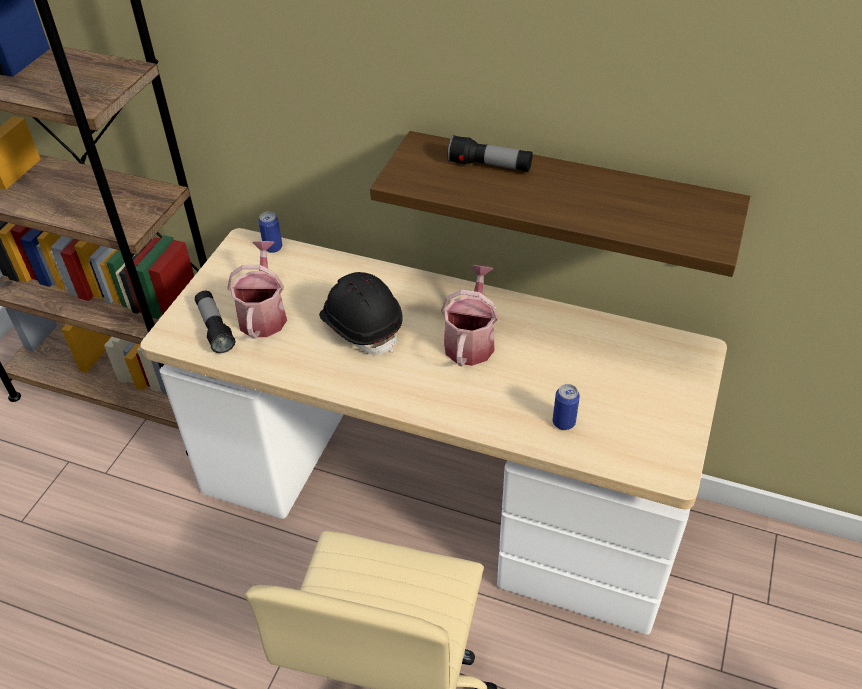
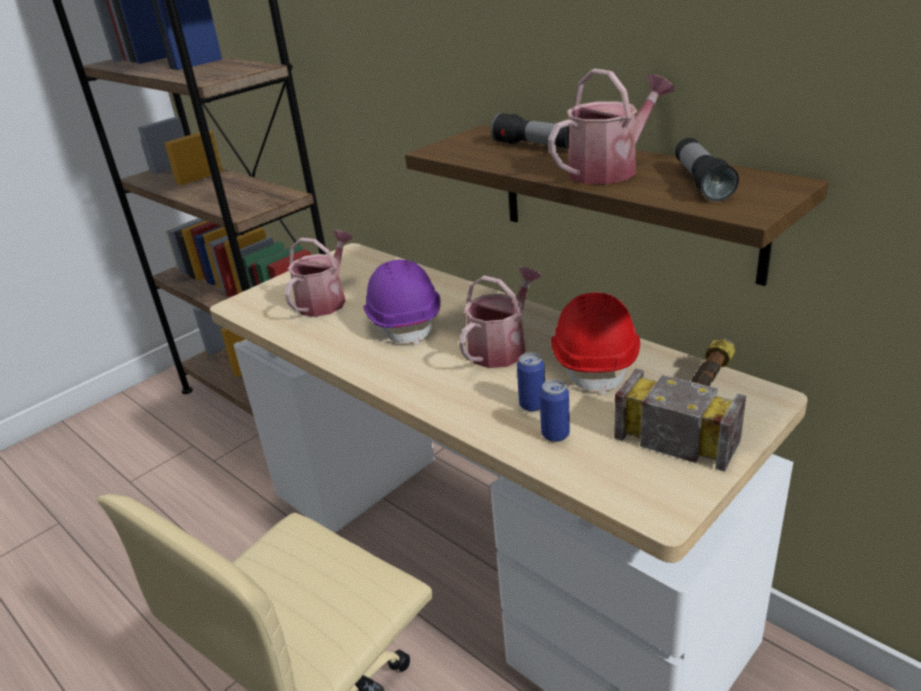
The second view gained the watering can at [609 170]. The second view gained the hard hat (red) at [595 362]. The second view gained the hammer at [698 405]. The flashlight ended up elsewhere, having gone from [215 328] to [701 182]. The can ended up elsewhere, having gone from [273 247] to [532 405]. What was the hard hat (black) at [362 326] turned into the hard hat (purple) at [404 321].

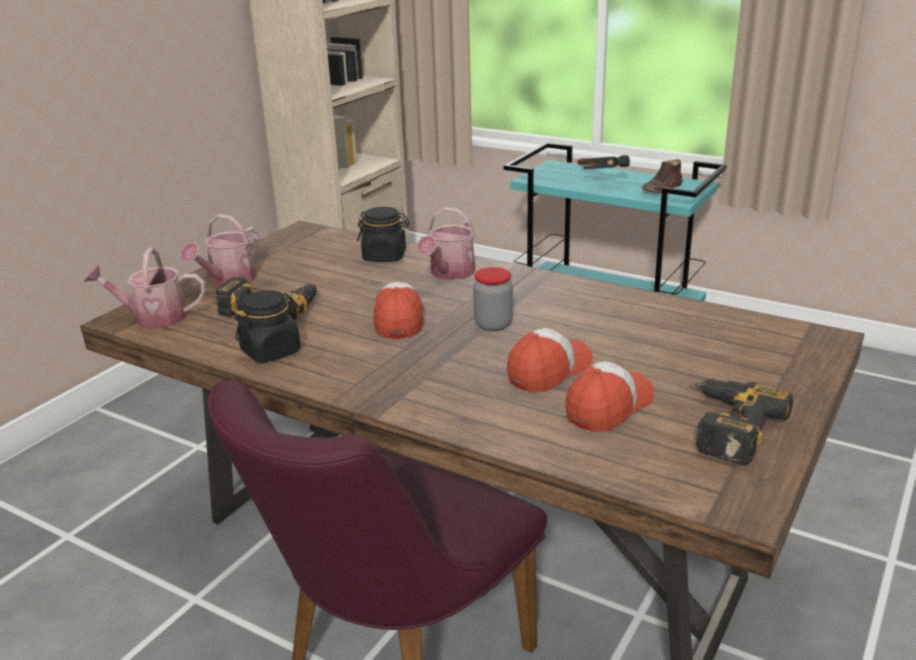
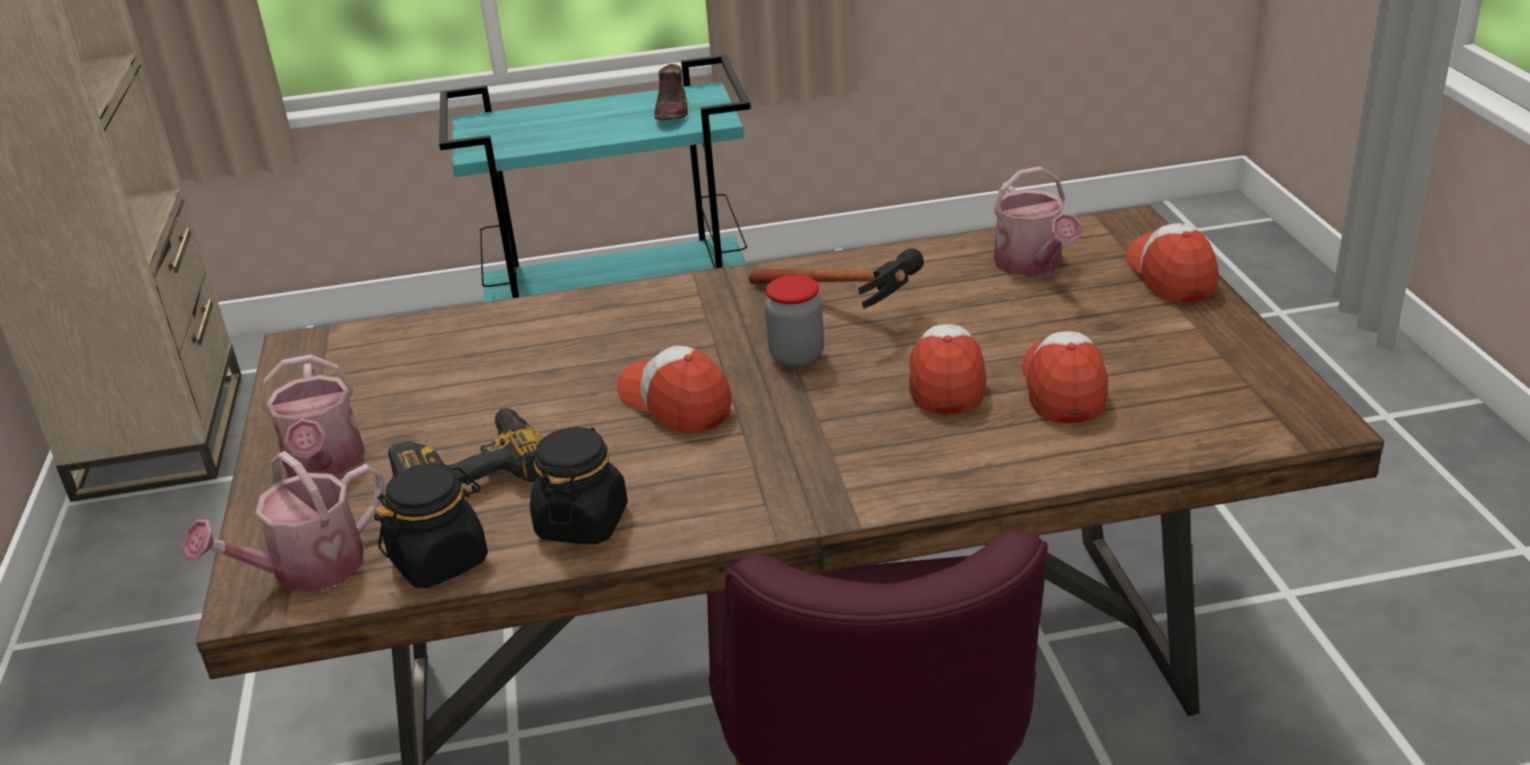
The second view lost the power drill at [726 427]. The second view gained the cap at [1170 275]. The jar (black) ended up elsewhere, having gone from [385 256] to [440 560]. The watering can ended up elsewhere, having gone from [449 274] to [1032 265]. The hammer ended up elsewhere, having gone from [599 180] to [848 310].

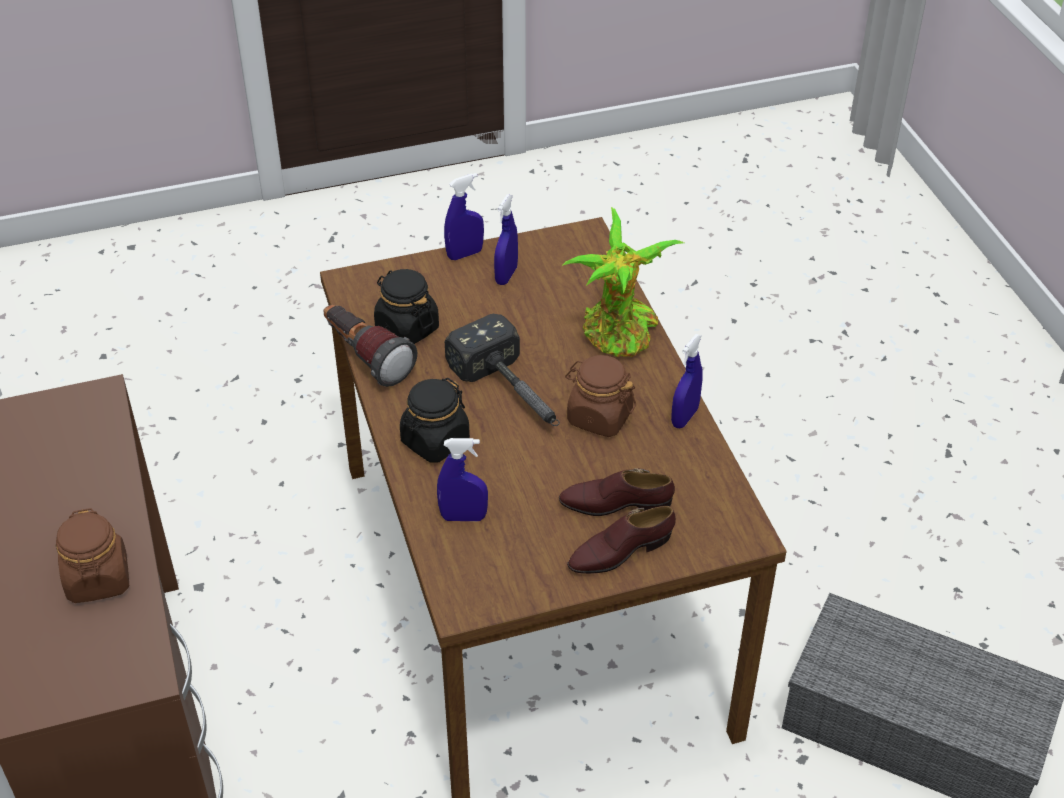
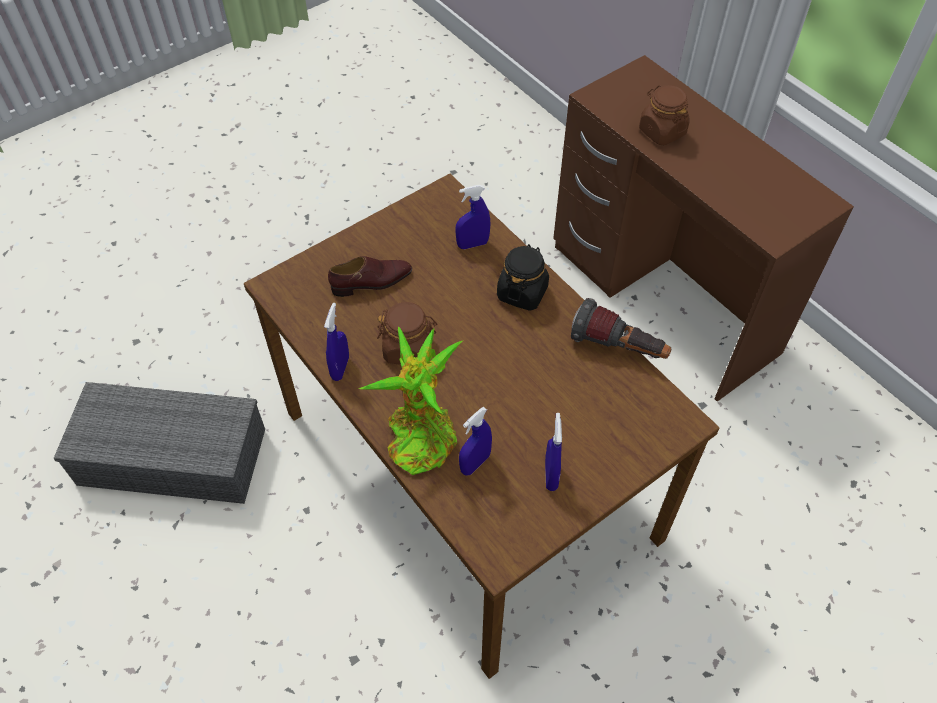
The second view lost the jar (black) at [406 328]. The second view lost the hammer at [513 394]. The second view lost the shoe (brown) at [620 551]. The spray bottle (blue) ended up elsewhere, having gone from [465 254] to [475 463].

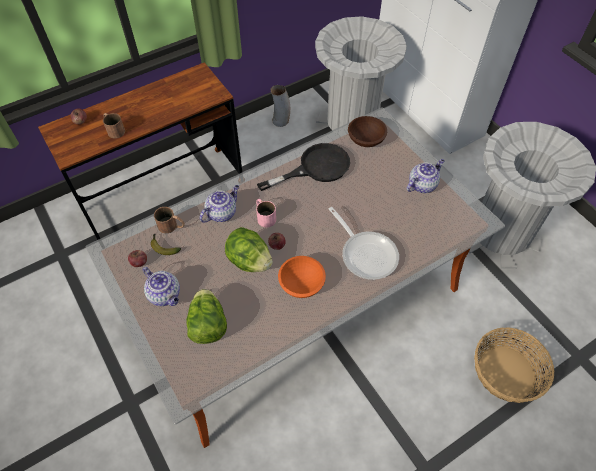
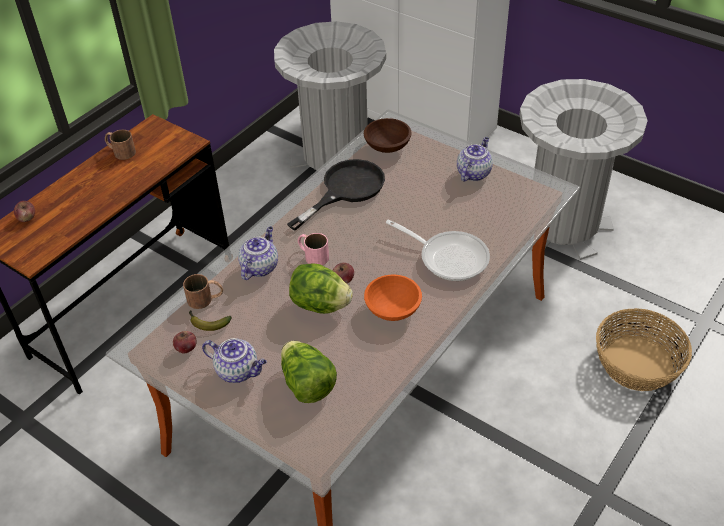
The second view lost the vase at [281 121]. The mug (brown) ended up elsewhere, having gone from [114 129] to [120 151].

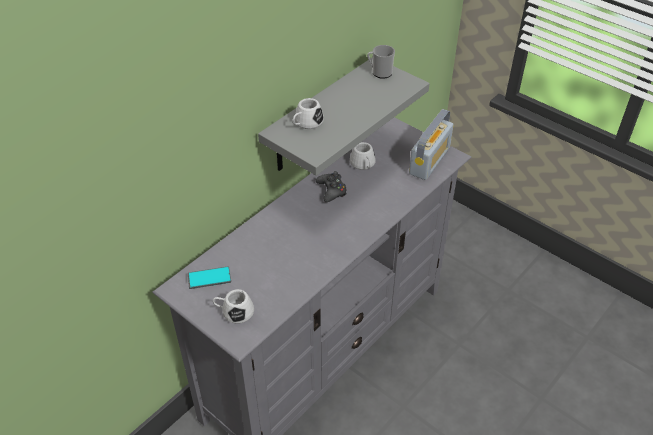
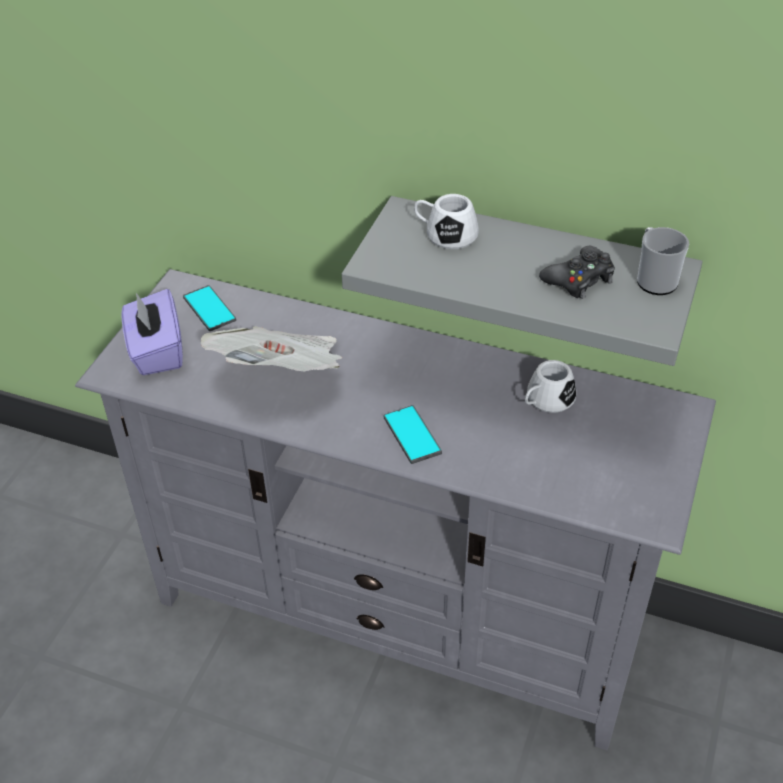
The second view lost the radio at [429 161]. The second view gained the newspaper at [282 374]. The second view gained the phone at [412 435]. The game controller (black) ended up elsewhere, having gone from [331 190] to [579 280]. Where the mug (white) stood at [234 312], the tissue box (purple) came to stand at [156 351].

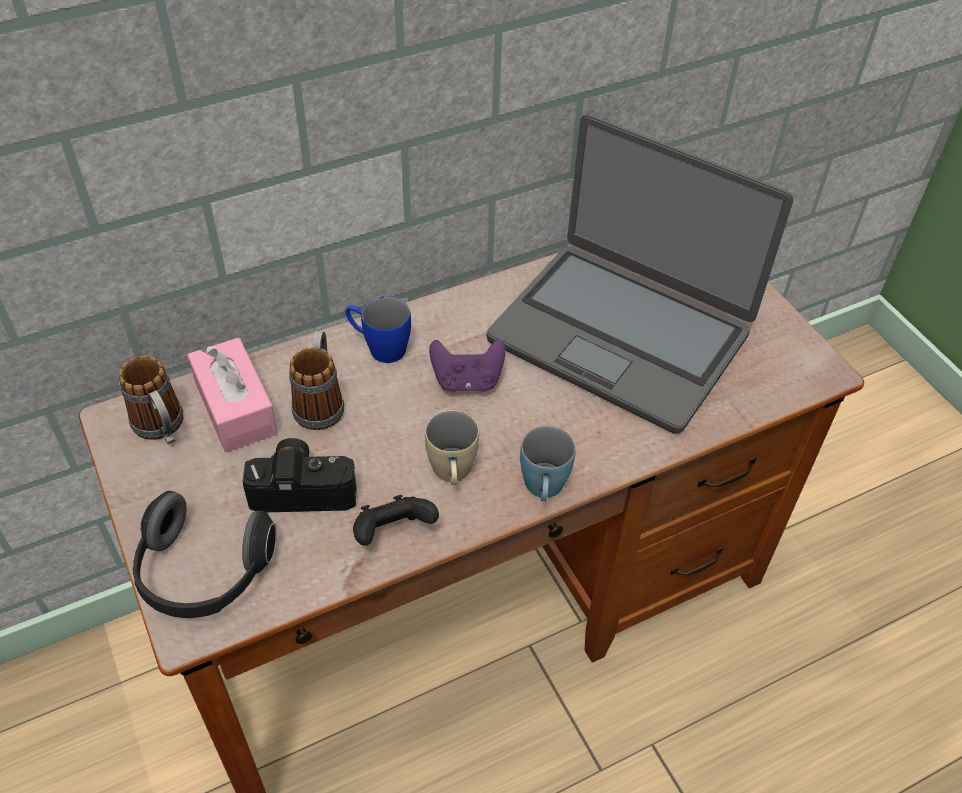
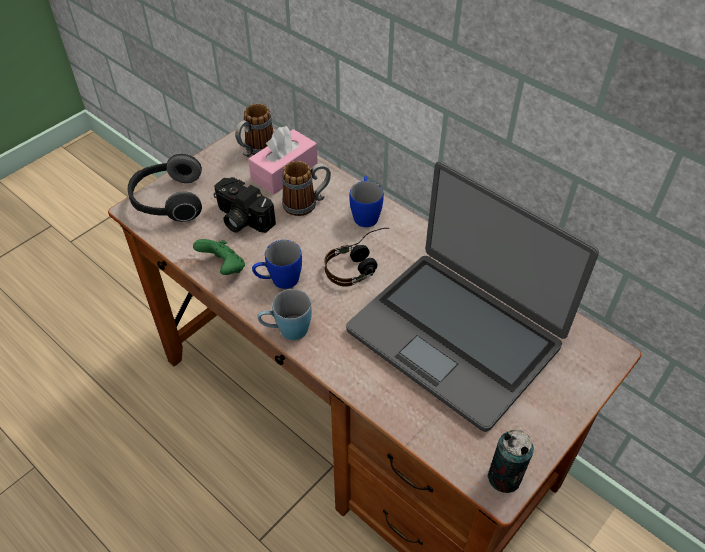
The second view gained the can at [504 477]. Where the game controller (purple) stood at [467 381], the headphones came to stand at [360 264]. What was the game controller (black) at [393 533] turned into the game controller (green) at [224 268]. What was the mug (beige) at [452 475] turned into the mug (blue) at [279 281]. The photo camera at [304 487] ended up facing another way, 150 degrees clockwise from before. The laptop at [621 334] ended up facing another way, 60 degrees counterclockwise from before.

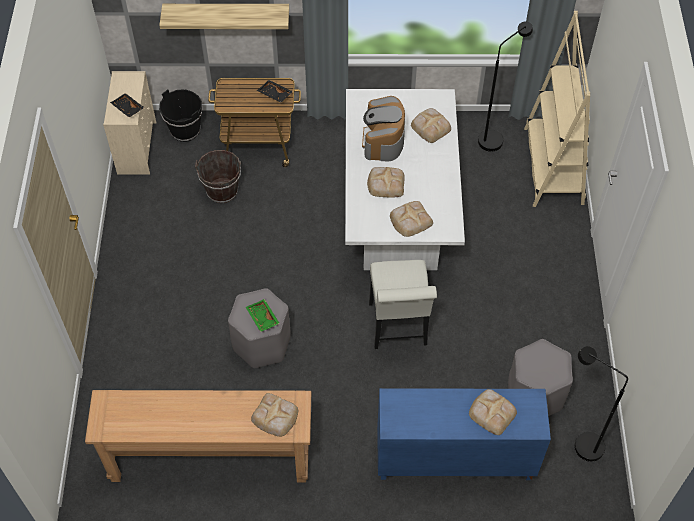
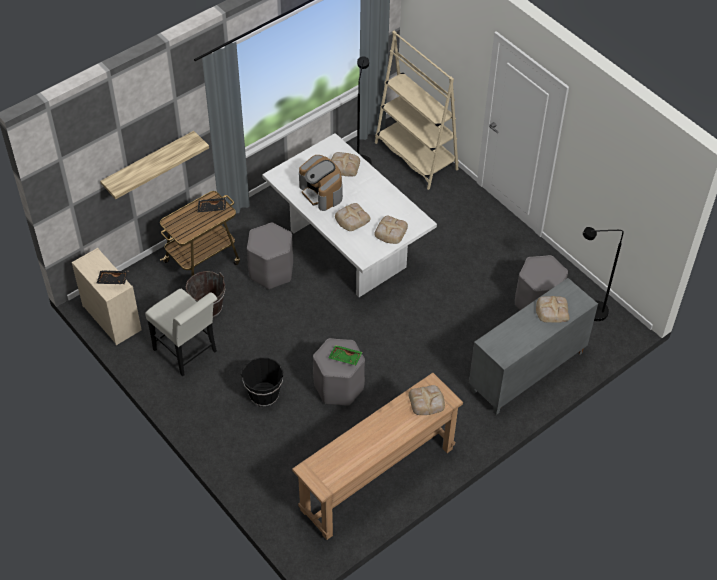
The second view gained the stool (grey) at [271 271]. The bucket (black) ended up elsewhere, having gone from [185 130] to [264 395]. The chair (white) ended up elsewhere, having gone from [398 328] to [188 353]. What was the cabinet (blue) at [453 459] turned into the cabinet (grey) at [527 373].

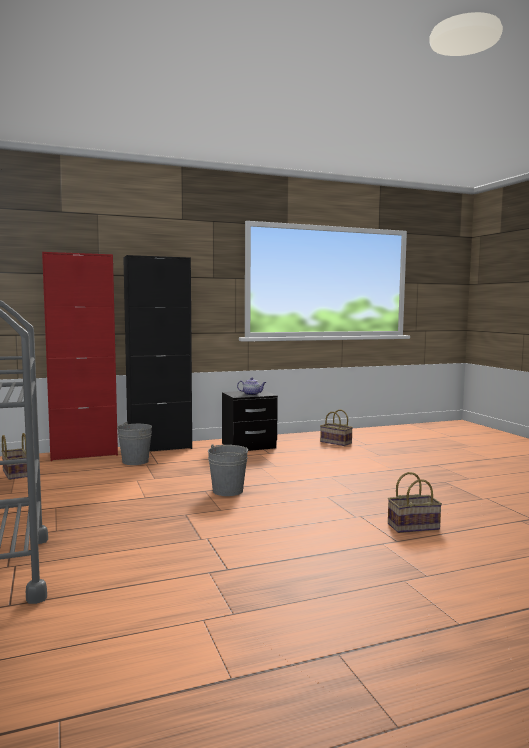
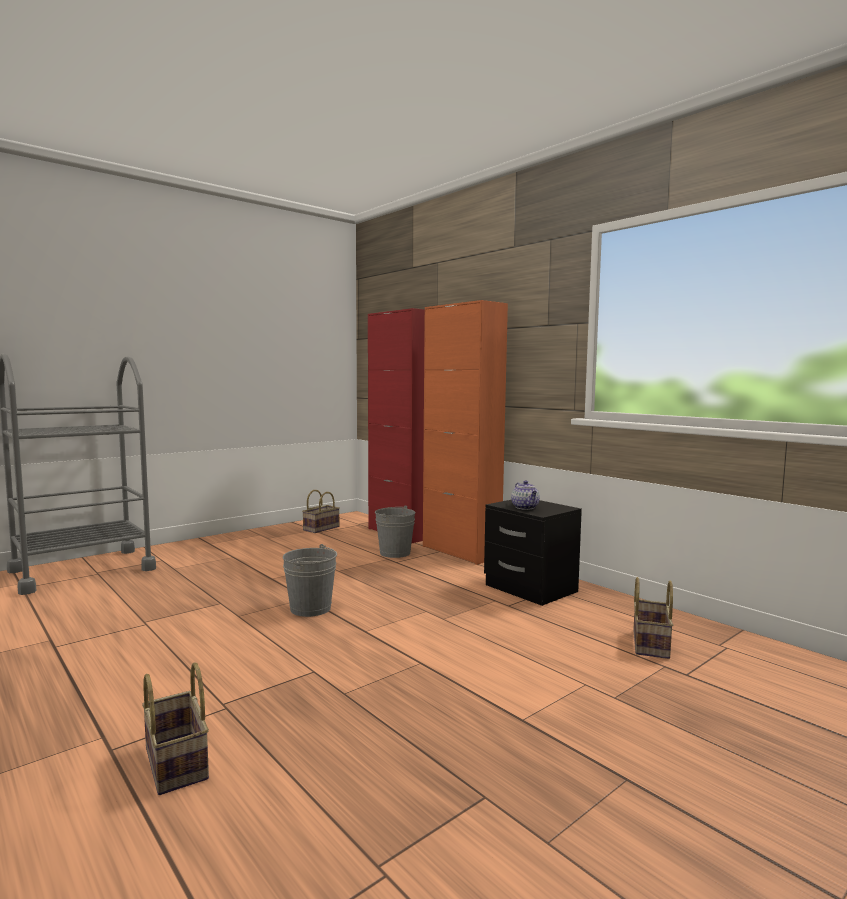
What was the cabinet (black) at [159 448] turned into the cabinet (orange) at [460 552].

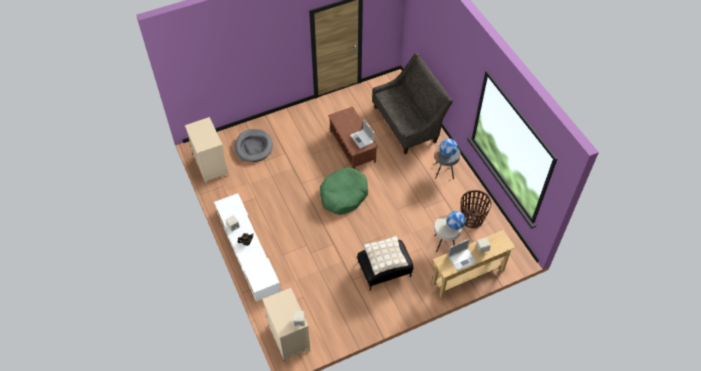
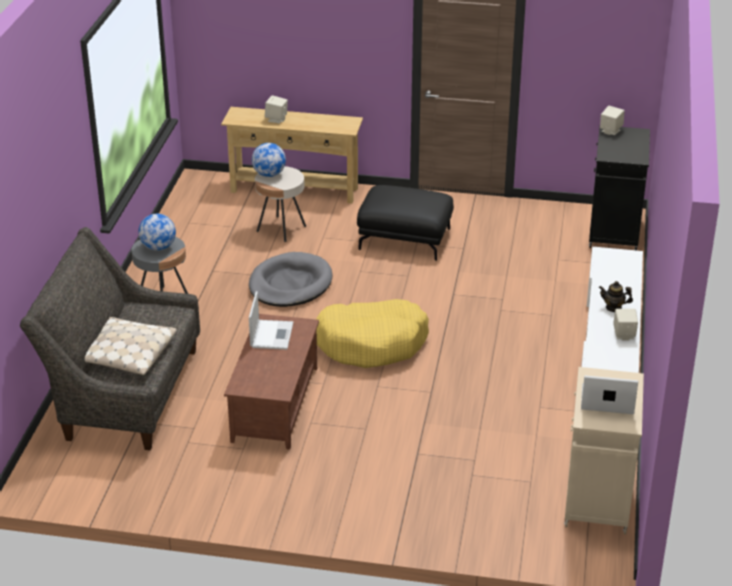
The second view lost the basket at [472 219]. The dog bed (grey) ended up elsewhere, having gone from [254 147] to [290 284]. The pillow (beige) ended up elsewhere, having gone from [385 257] to [127 355]. The laptop ended up elsewhere, having gone from [462 259] to [606 400]. What was the cabinet (beige) at [289 337] turned into the cabinet (black) at [613 232]. What was the dog bed (green) at [343 195] turned into the dog bed (yellow) at [372 343].

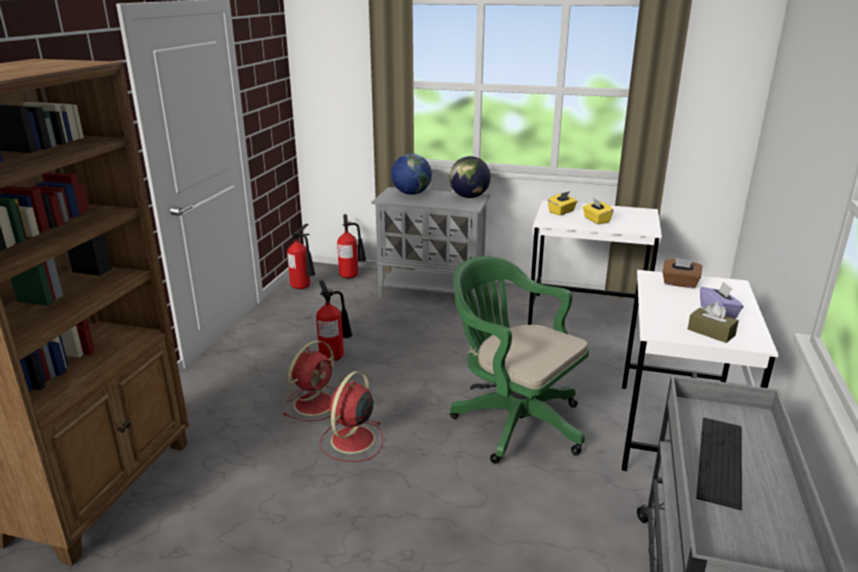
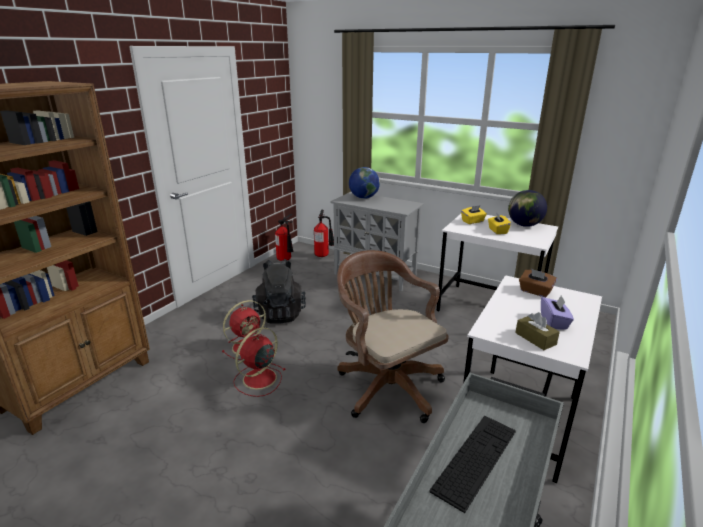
The globe ended up elsewhere, having gone from [469 197] to [524 225]. Where the fire extinguisher stood at [335 356], the backpack (black) came to stand at [280 313]. What was the office chair (green) at [513 421] turned into the office chair (brown) at [386 385].

